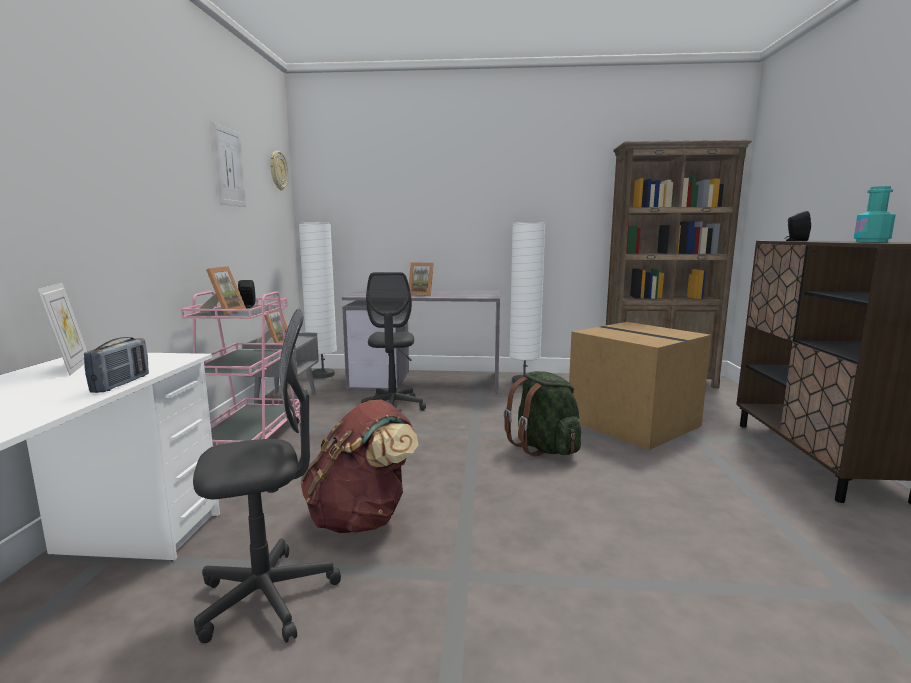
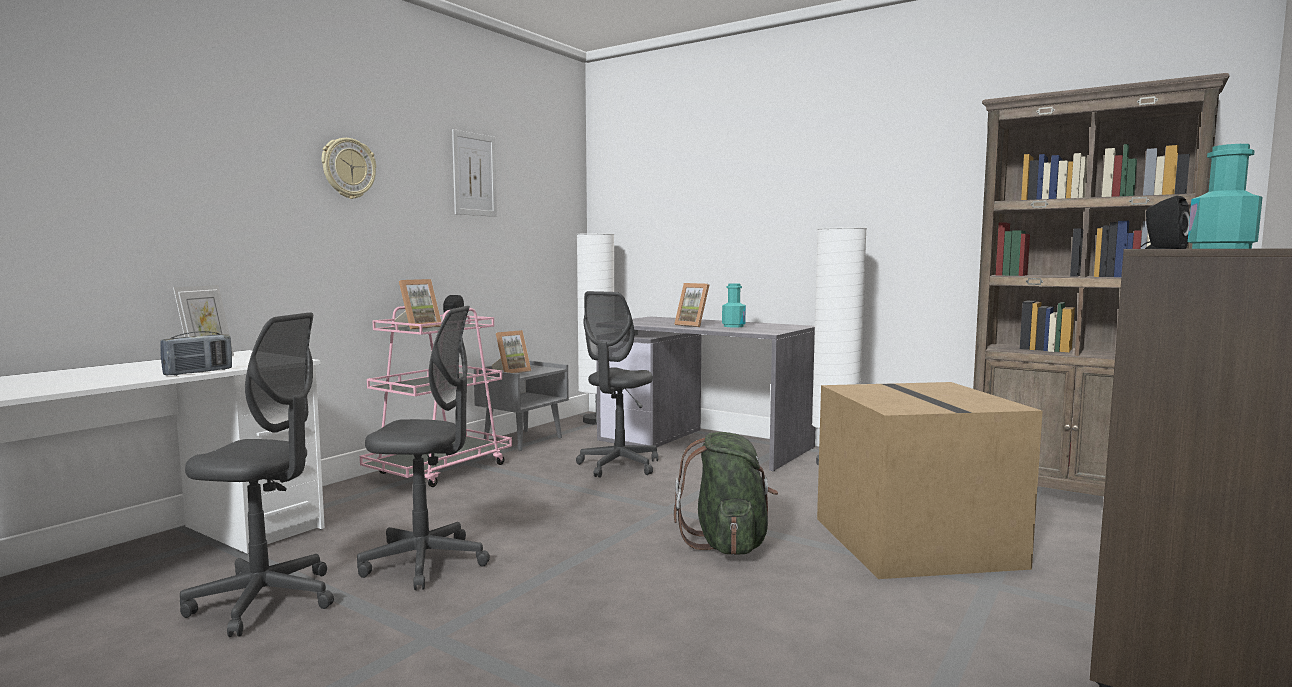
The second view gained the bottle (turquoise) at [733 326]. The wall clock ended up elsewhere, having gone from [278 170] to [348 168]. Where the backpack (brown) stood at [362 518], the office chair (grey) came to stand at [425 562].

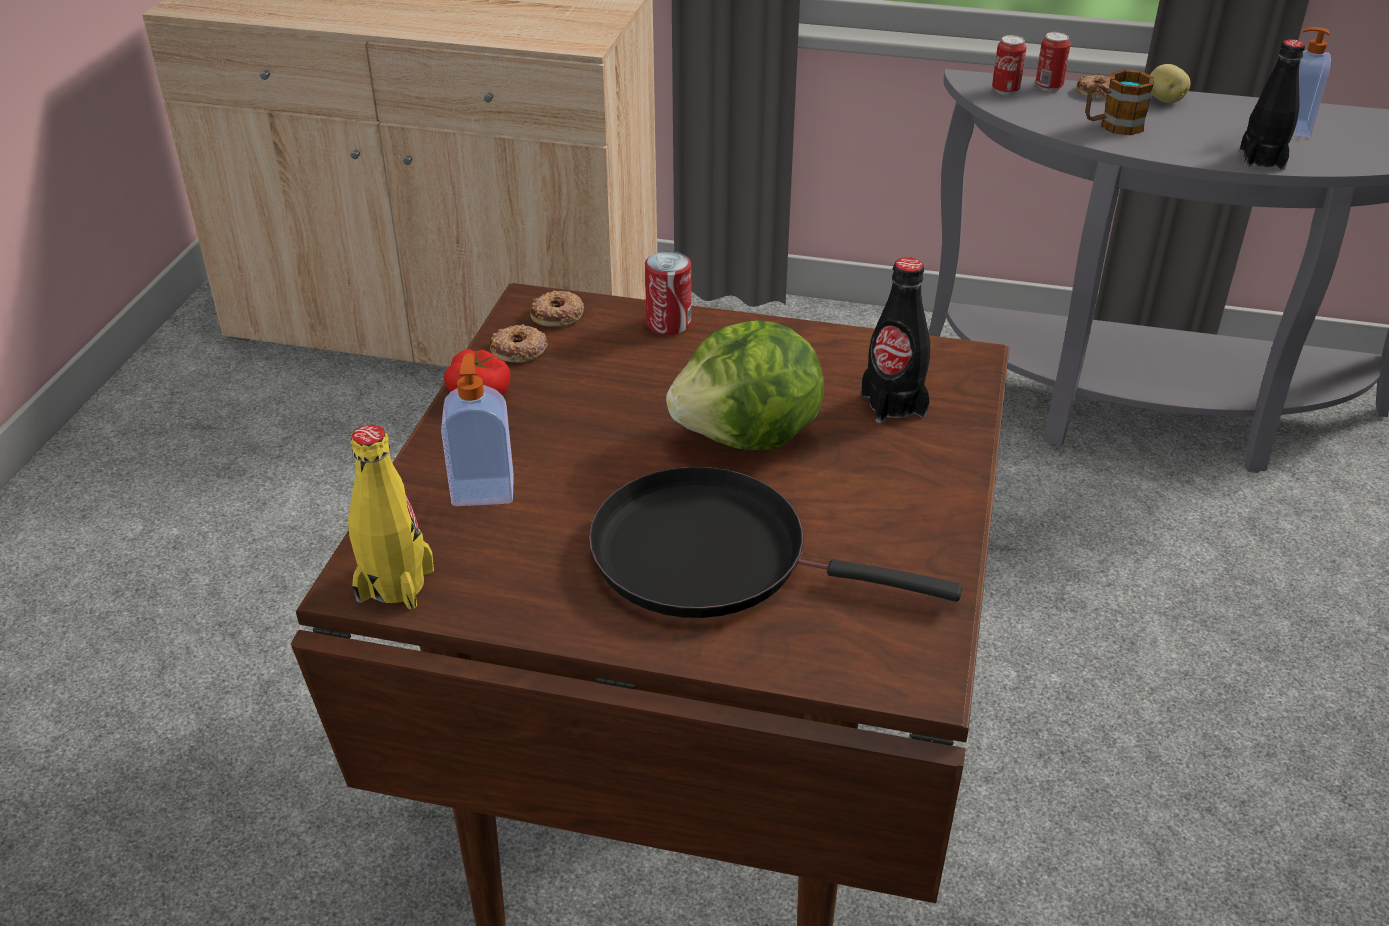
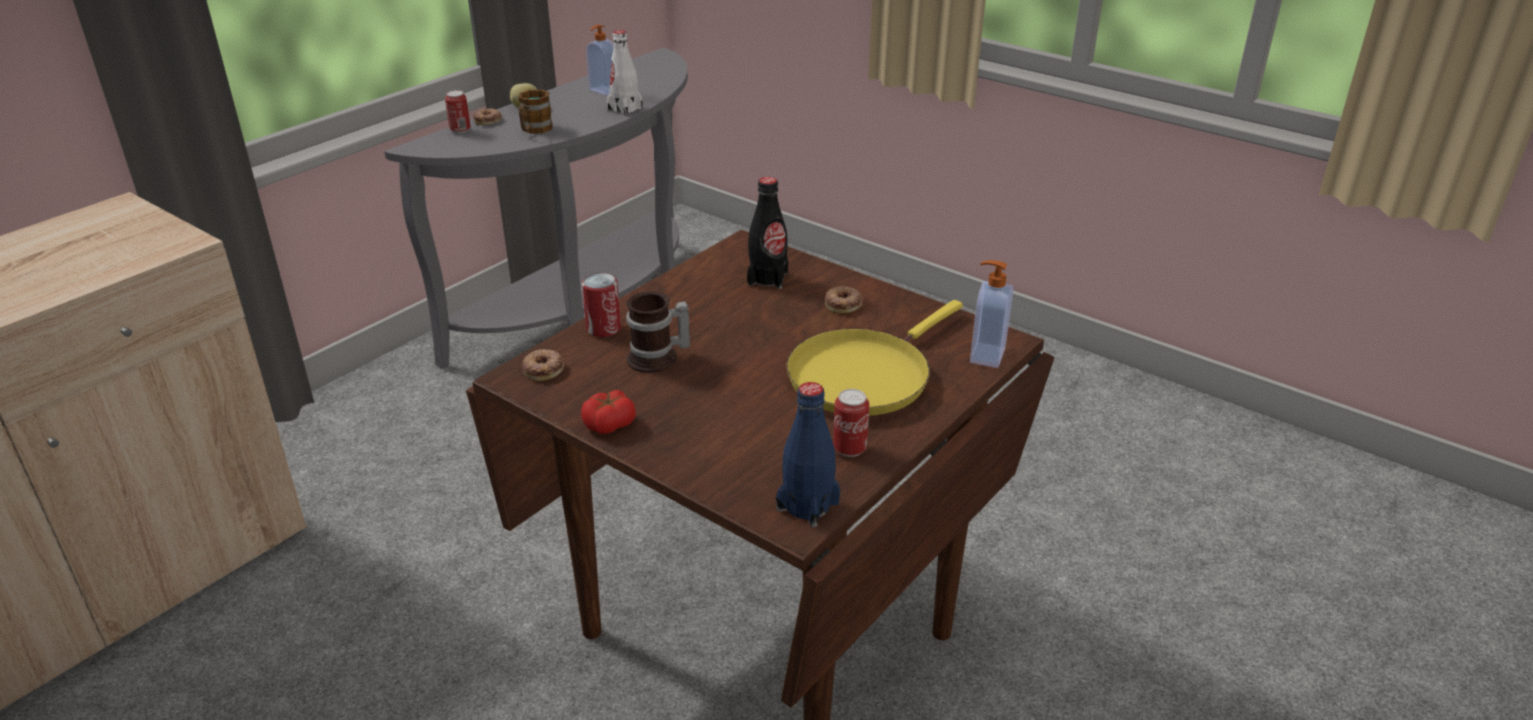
The second view lost the lettuce at [749 438]. The second view gained the mug at [658 359]. The soap dispenser ended up elsewhere, having gone from [483 490] to [985 355]. The donut ended up elsewhere, having gone from [519 350] to [843 304]. The can ended up elsewhere, having gone from [1005 90] to [849 449]. What was the bottle (yellow) at [395 584] turned into the bottle (blue) at [807 506]. What was the frying pan (black) at [714 555] turned into the frying pan (yellow) at [863 375]. What was the bottle (black) at [1261 160] turned into the bottle (white) at [625 109].

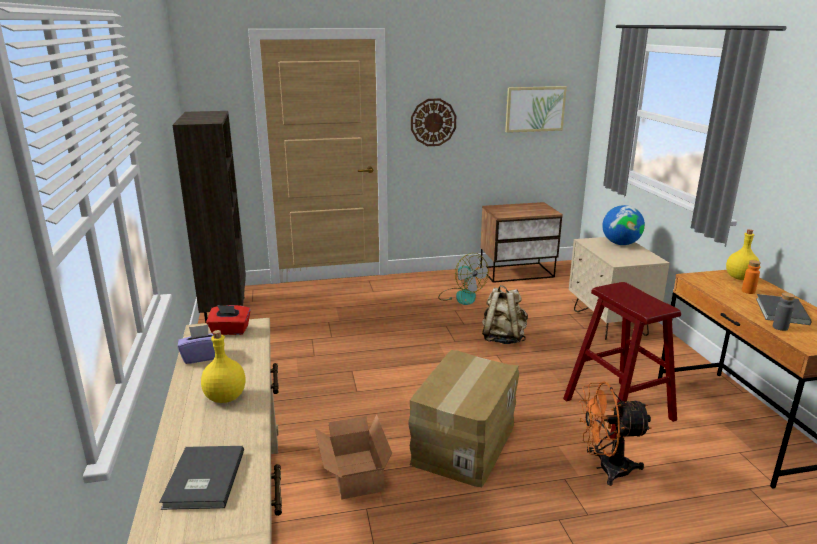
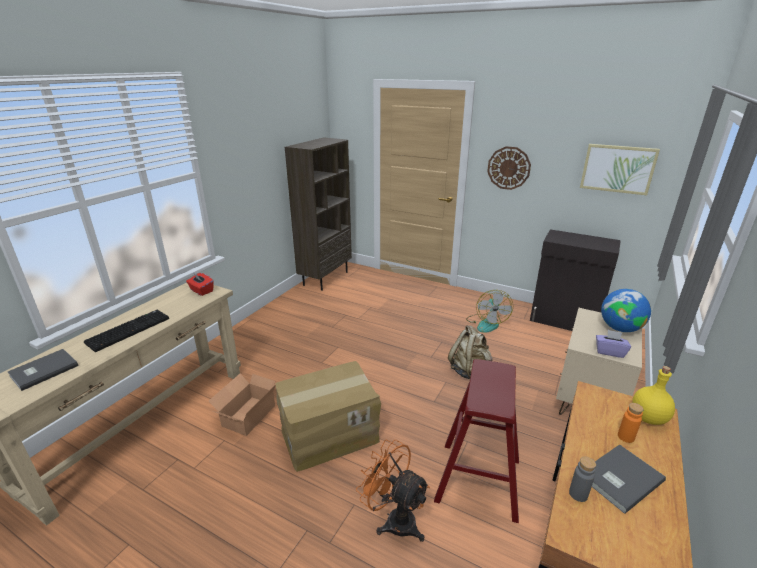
The tissue box (purple) ended up elsewhere, having gone from [202 356] to [609 352]. Where the bottle (yellow) stood at [224 397], the keyboard came to stand at [129 330]. Where the nightstand stood at [518 273], the cabinet (black) came to stand at [564 321].

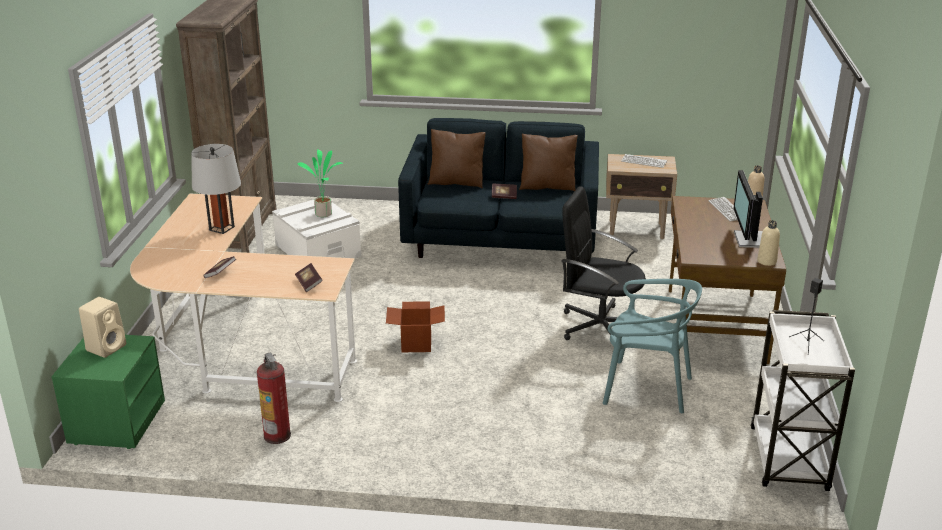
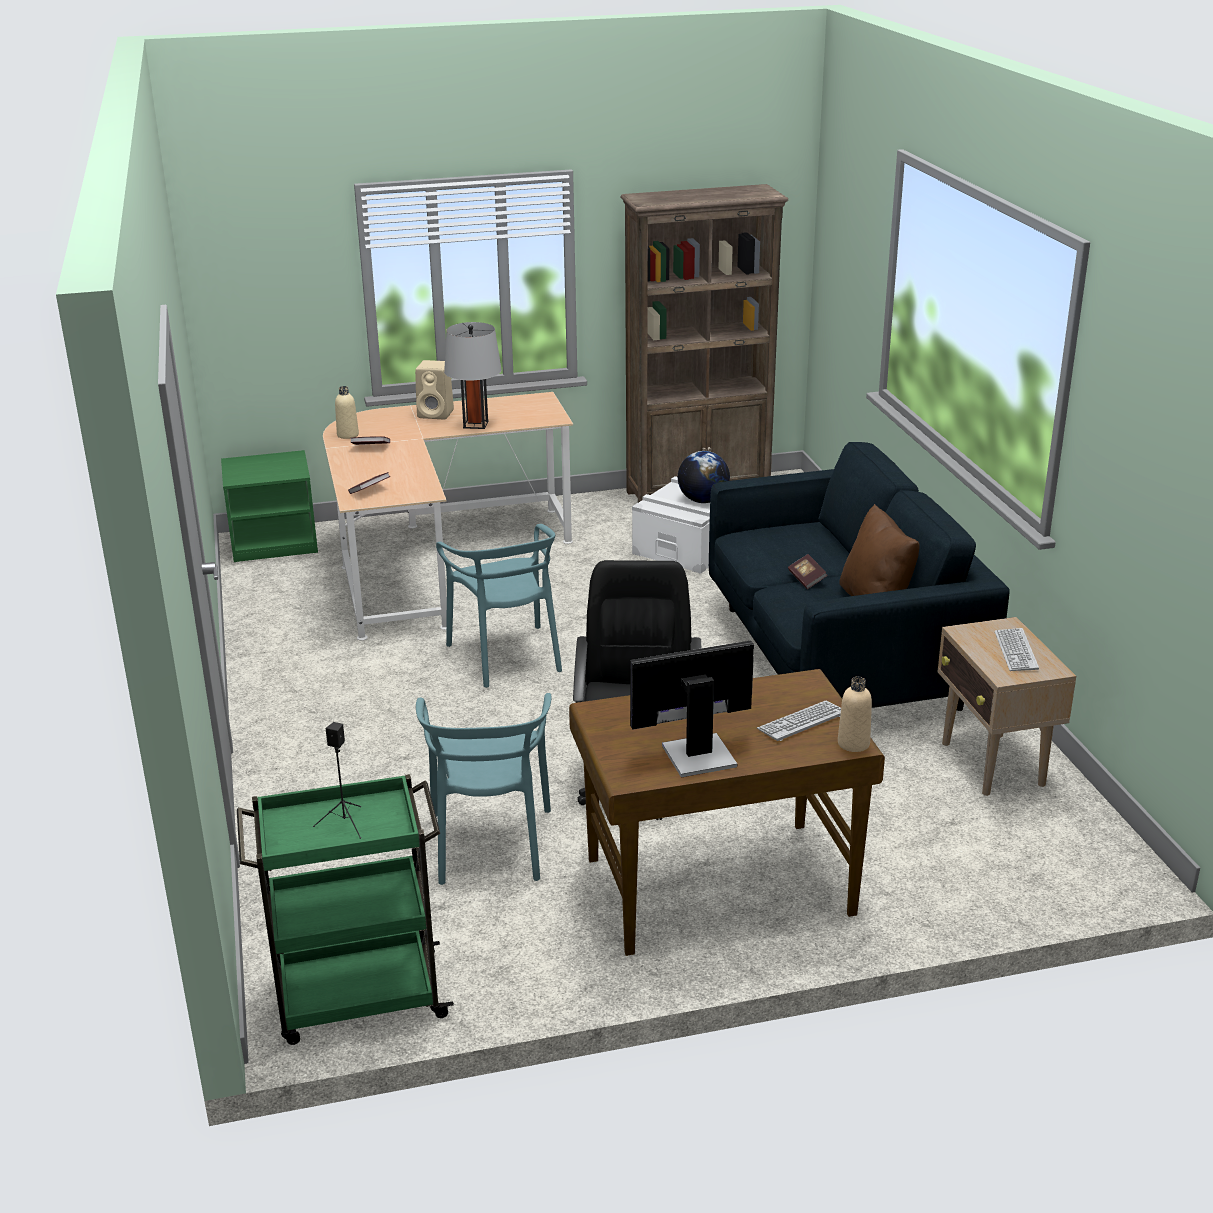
The second view lost the fire extinguisher at [277 435]. The second view lost the pillow (brown) at [457 182]. The speaker (beige) ended up elsewhere, having gone from [107 347] to [437 414]. The bottle (beige) ended up elsewhere, having gone from [766 261] to [348 435]. Where the potted plant stood at [324 213], the globe came to stand at [703 500]. Where the cardboard box stood at [416 344], the chair (turquoise) came to stand at [507 656]. What was the cart (white) at [789 460] turned into the cart (green) at [357 998].

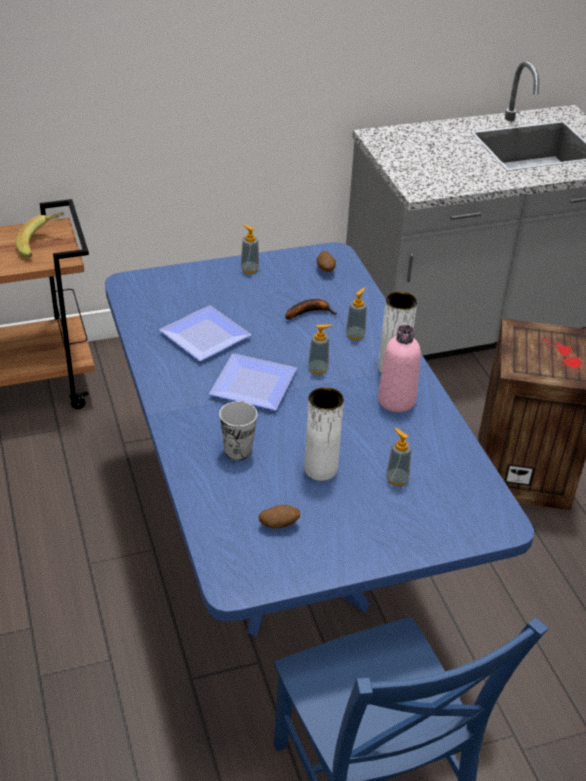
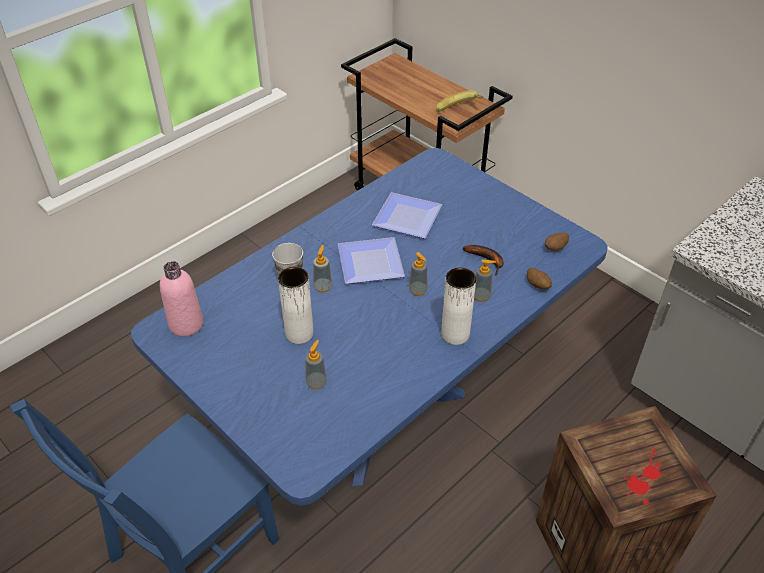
The soap dispenser ended up elsewhere, having gone from [249 269] to [323 287]. The potato ended up elsewhere, having gone from [279 525] to [537 285]. The bottle (pink) ended up elsewhere, having gone from [396 400] to [186 324].

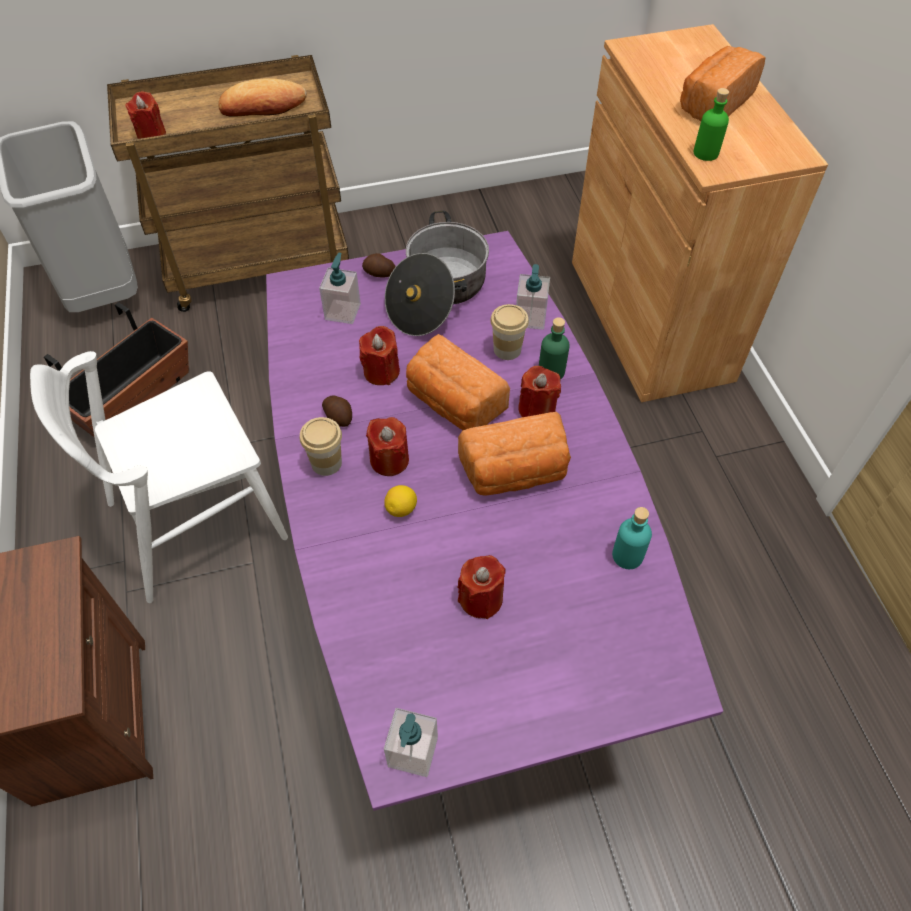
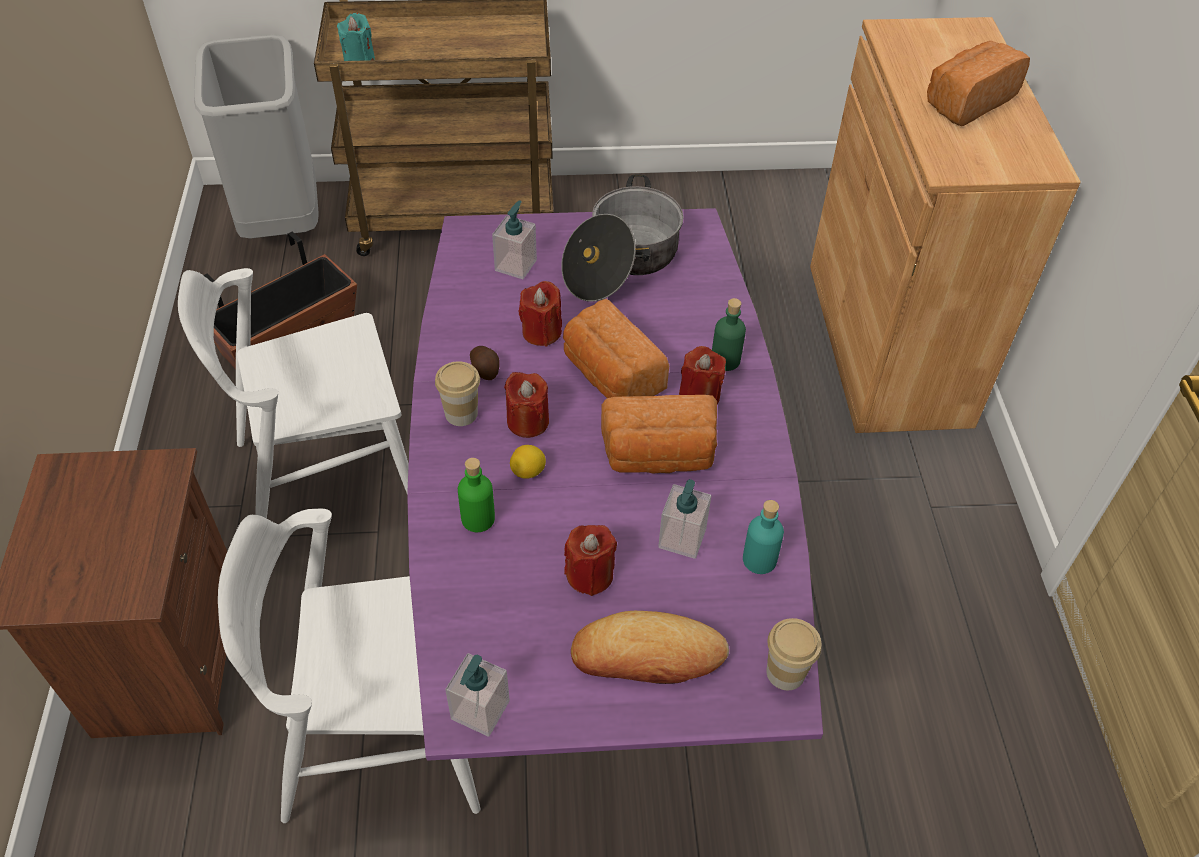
The second view lost the potato at [379 273]. The second view gained the chair (white) at [385 733]. The bread ended up elsewhere, having gone from [263 106] to [647 655]. The cup ended up elsewhere, having gone from [507 349] to [785 672]. The soap dispenser ended up elsewhere, having gone from [530 318] to [682 538]. The bottle (green) ended up elsewhere, having gone from [705 153] to [478 518]. What was the candle (red) at [151 134] turned into the candle (turquoise) at [359 59].

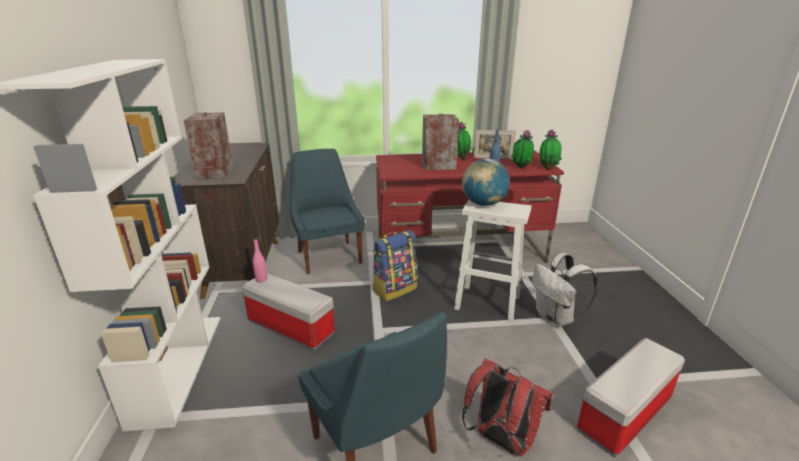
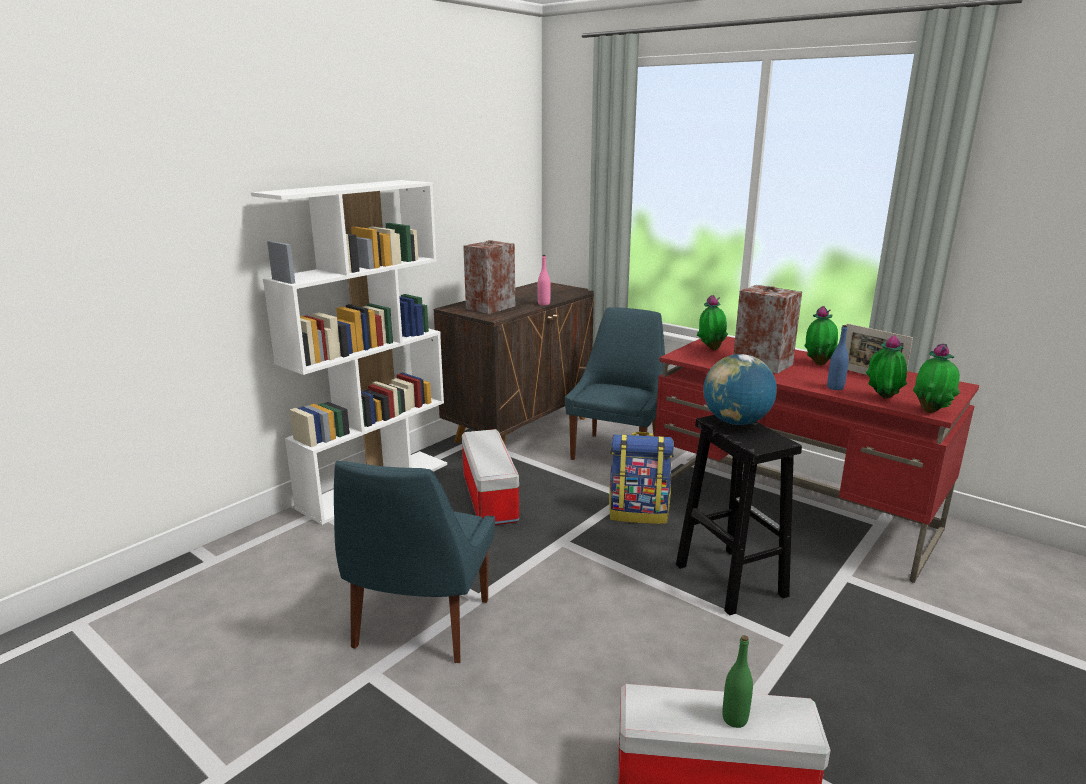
The second view lost the backpack (red) at [500 440]. The second view lost the backpack (white) at [555 318]. The second view gained the potted plant at [711 349]. The second view gained the bottle (green) at [734 719]. The bottle (pink) ended up elsewhere, having gone from [261 279] to [544 304]. What was the stool (white) at [486 302] turned into the stool (black) at [729 579].

